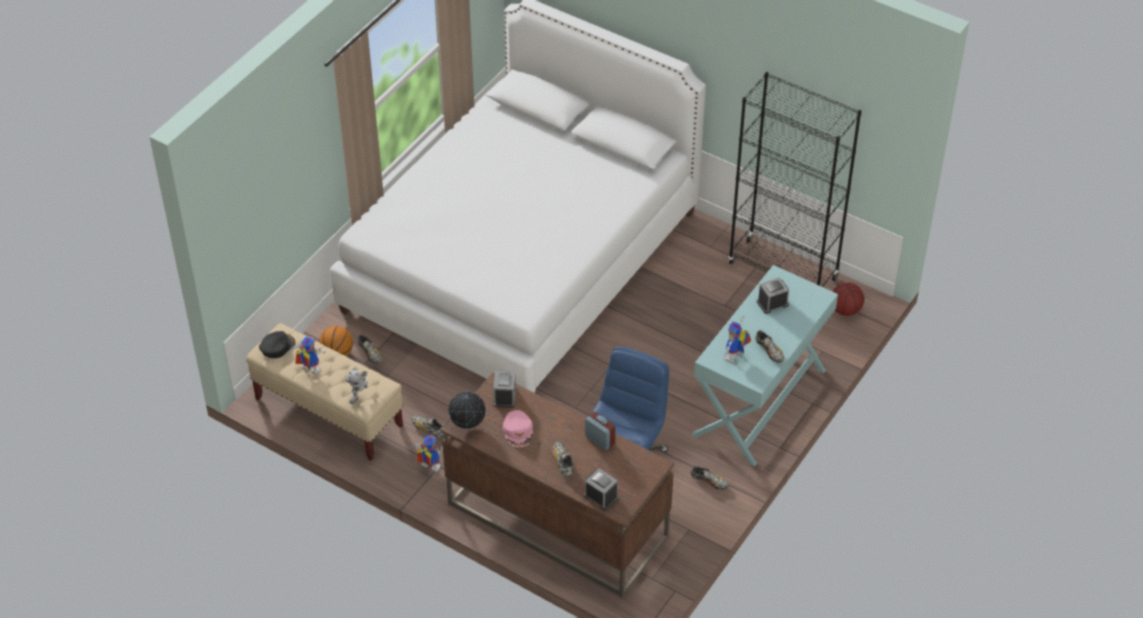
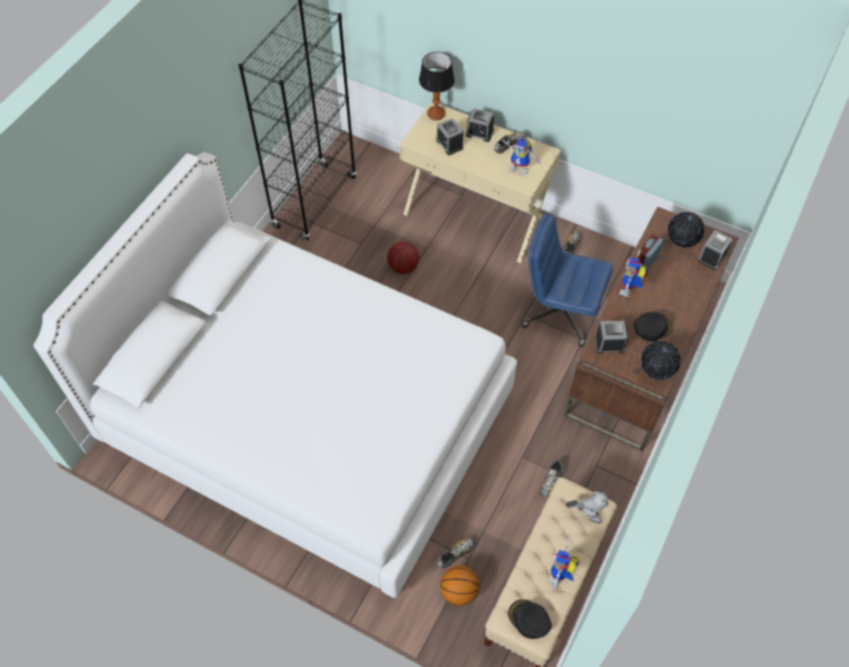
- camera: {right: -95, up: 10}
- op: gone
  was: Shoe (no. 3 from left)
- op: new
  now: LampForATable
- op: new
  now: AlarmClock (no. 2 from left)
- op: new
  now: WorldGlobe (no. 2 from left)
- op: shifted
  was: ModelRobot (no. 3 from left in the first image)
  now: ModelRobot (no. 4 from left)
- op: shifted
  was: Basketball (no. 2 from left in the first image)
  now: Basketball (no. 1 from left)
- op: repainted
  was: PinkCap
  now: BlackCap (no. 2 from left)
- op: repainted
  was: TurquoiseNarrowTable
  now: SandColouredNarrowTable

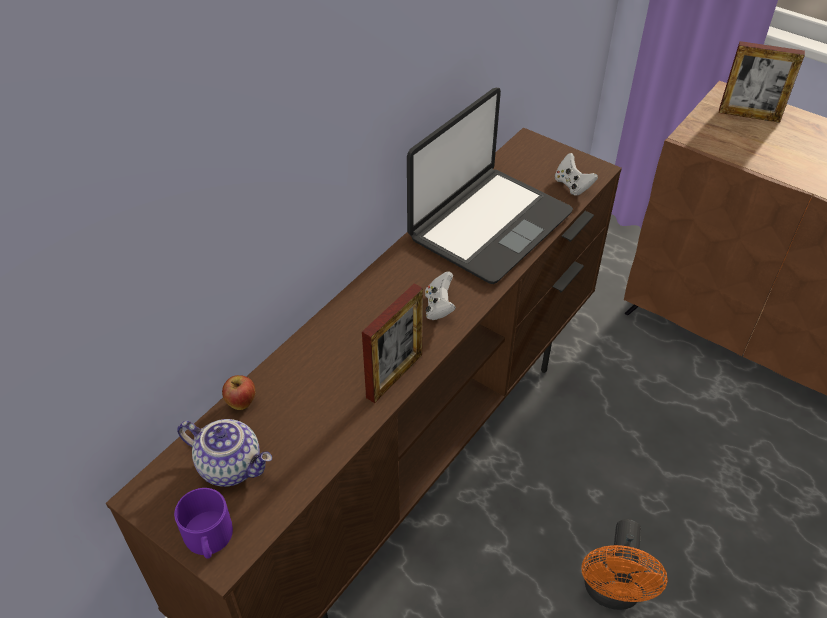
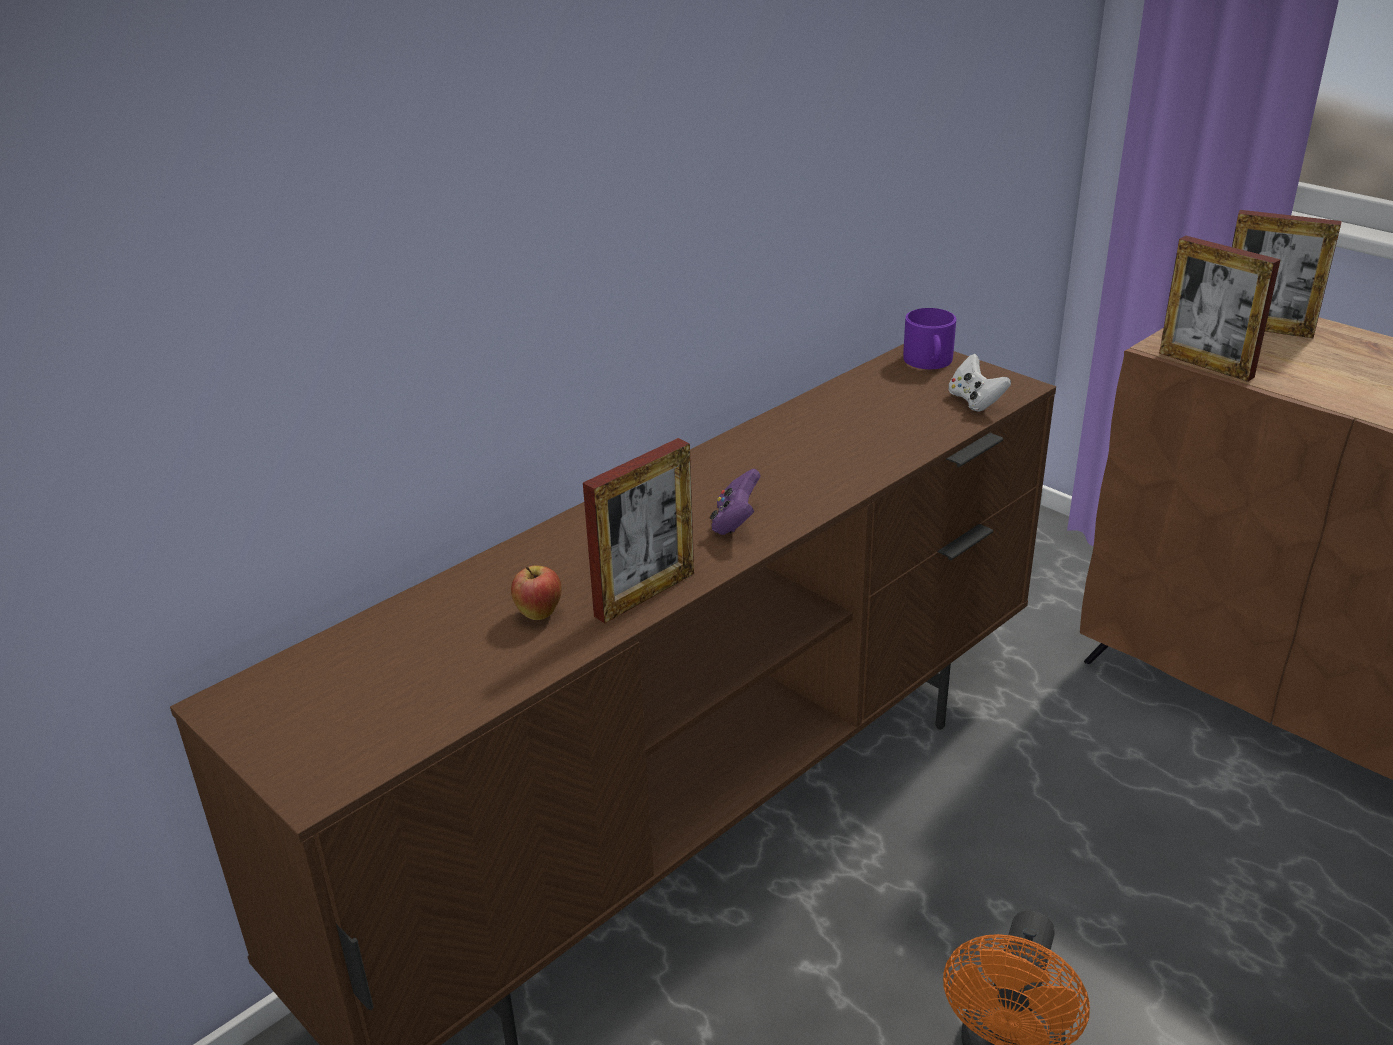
- camera: {right: 10, up: -15}
- op: gone
  was: PotForTea
- op: gone
  was: Laptop
- op: new
  now: PhotoFrame (no. 2 from left)
- op: shifted
  was: PurpleCoffeeMug
- op: shifted
  was: AppleFruit
- op: repainted
  was: WhitishGamepad (no. 1 from left)
  now: PurpleGamepad

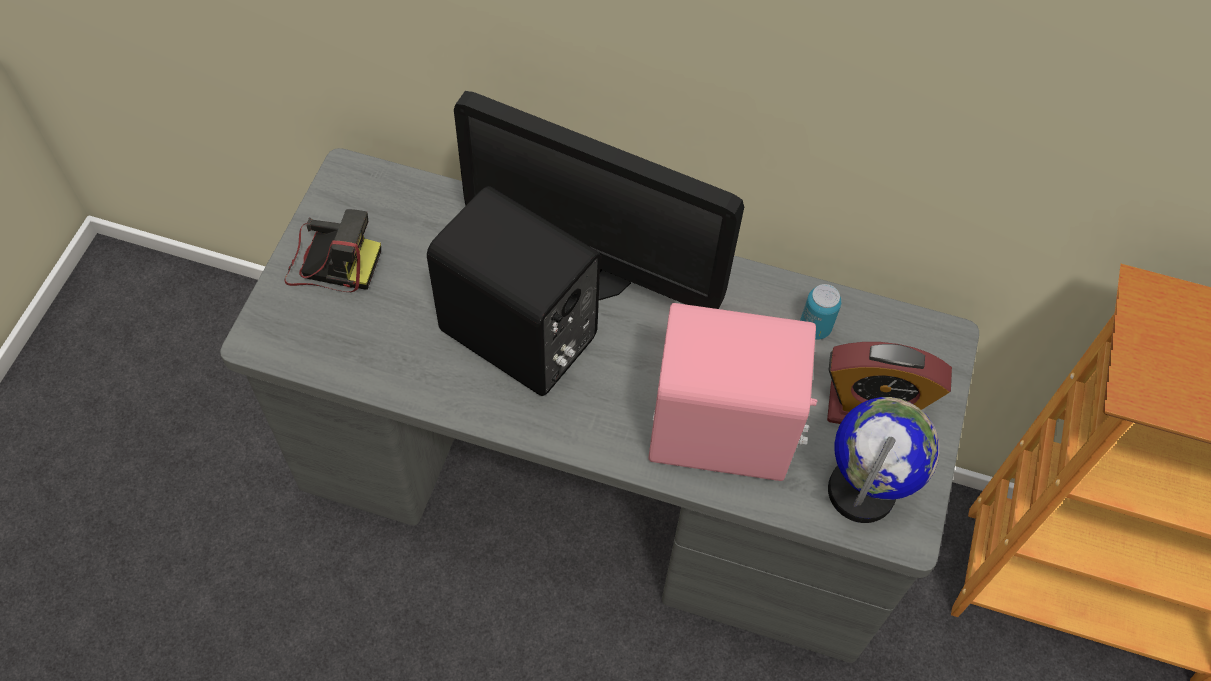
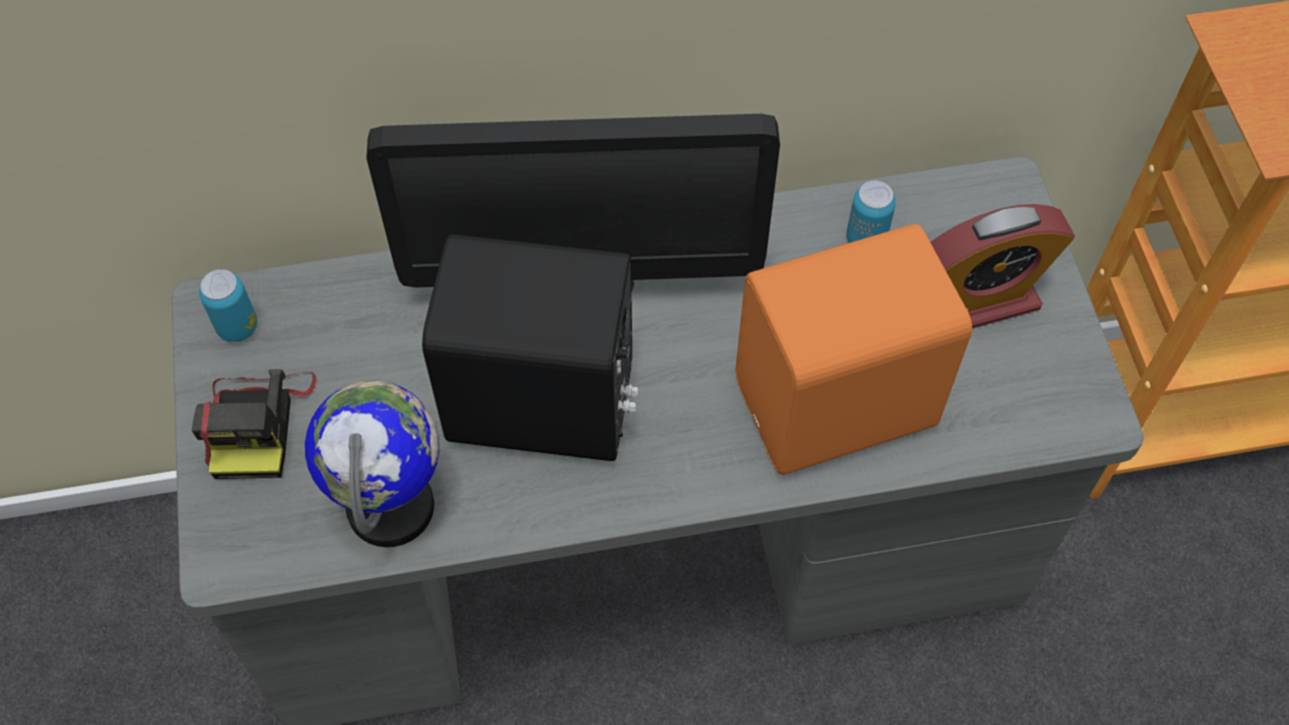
- camera: {right: -25, up: 0}
- op: new
  now: SealedCan (no. 1 from left)
- op: shifted
  was: WorldGlobe
- op: repainted
  was: PinkLoudspeaker
  now: OrangeColouredLoudspeaker
- op: rotated
  was: StillCamera
  clockwise: 105

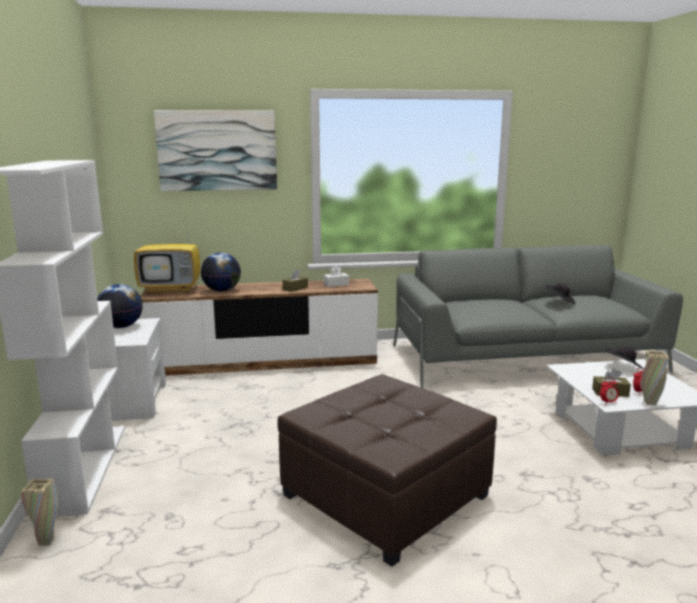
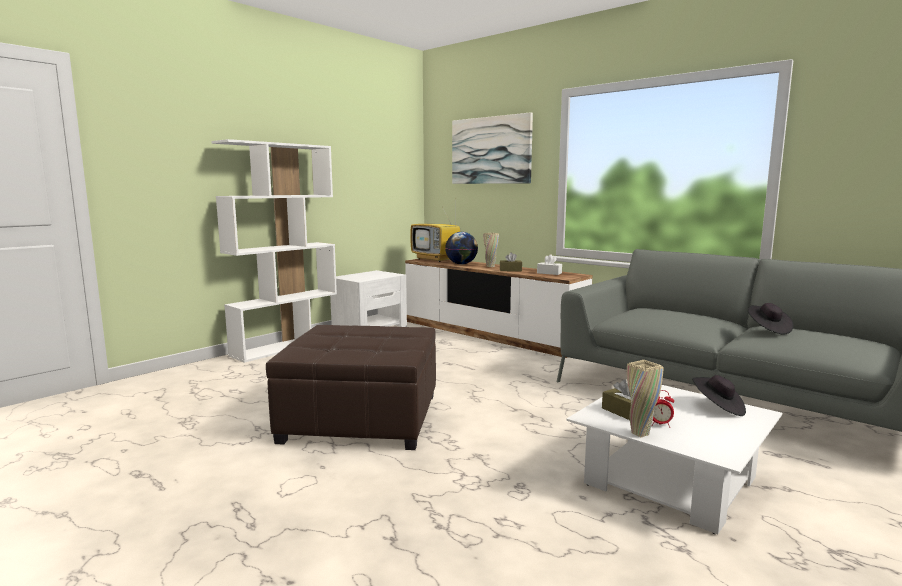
- camera: {right: 50, up: -5}
- op: gone
  was: WorldGlobe (no. 1 from left)
- op: gone
  was: AlarmClock (no. 1 from left)
- op: shifted
  was: SandColouredFlowerVase (no. 1 from left)

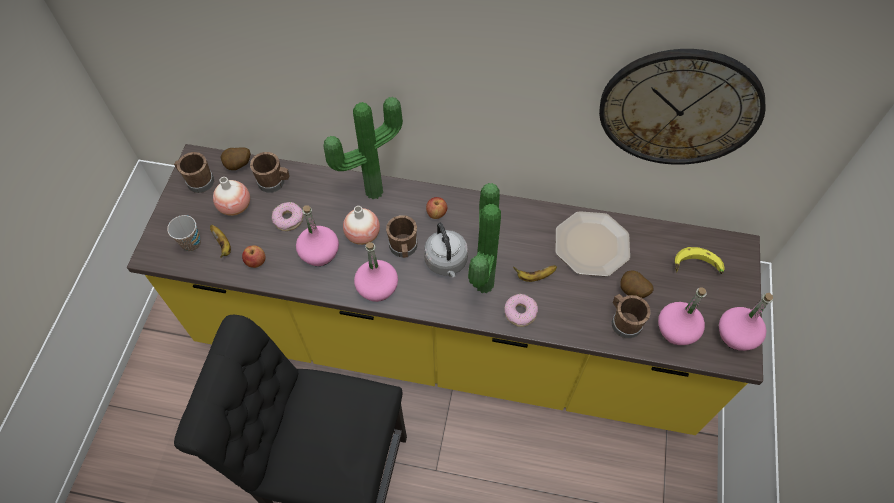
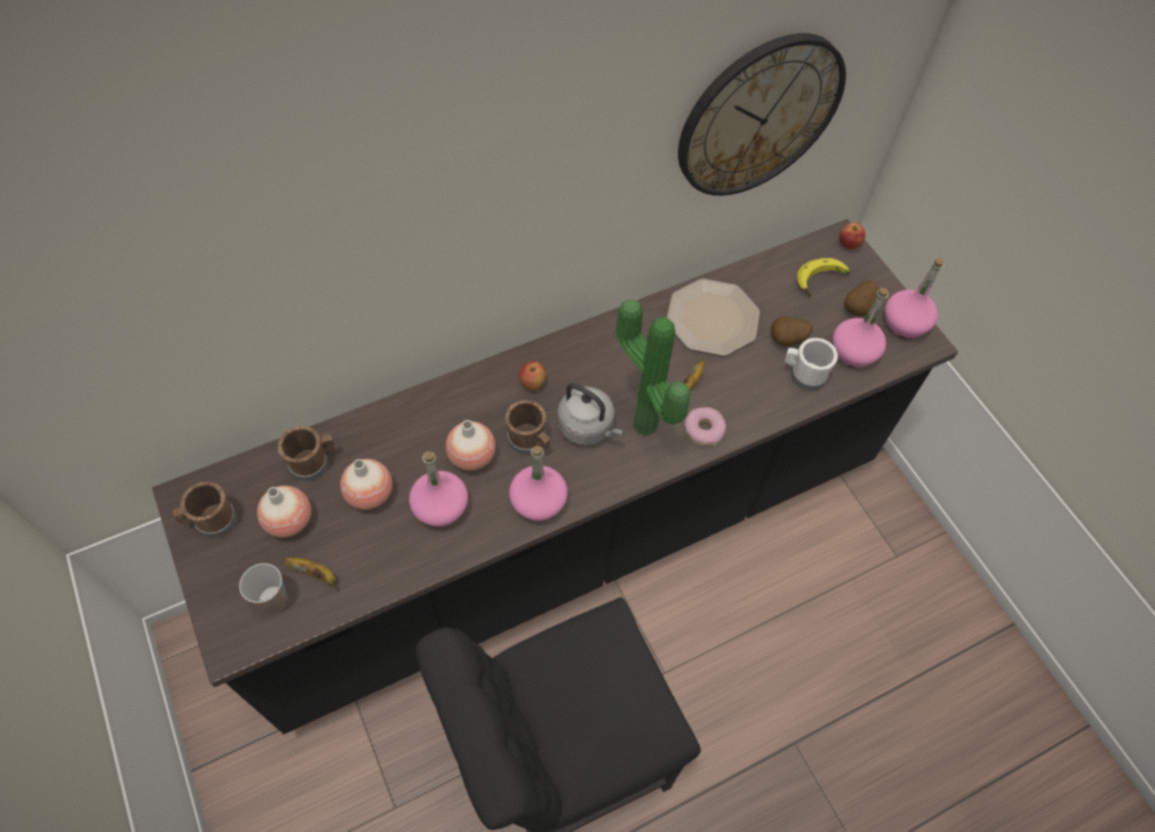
- camera: {right: -40, up: 0}
- op: gone
  was: Houseplant (no. 1 from left)
- op: shifted
  was: Spud (no. 1 from left in the first image)
  now: Spud (no. 2 from left)
- op: shifted
  was: AppleFruit (no. 1 from left in the first image)
  now: AppleFruit (no. 2 from left)
- op: swapped
  was: Donut (no. 1 from left)
  now: FlowerVase (no. 2 from left)
- op: repainted
  was: YellowishKitchenCounter
  now: BlackKitchenCounter
- op: repainted
  was: BrownishCoffeeMug (no. 4 from left)
  now: WhitishCoffeeMug

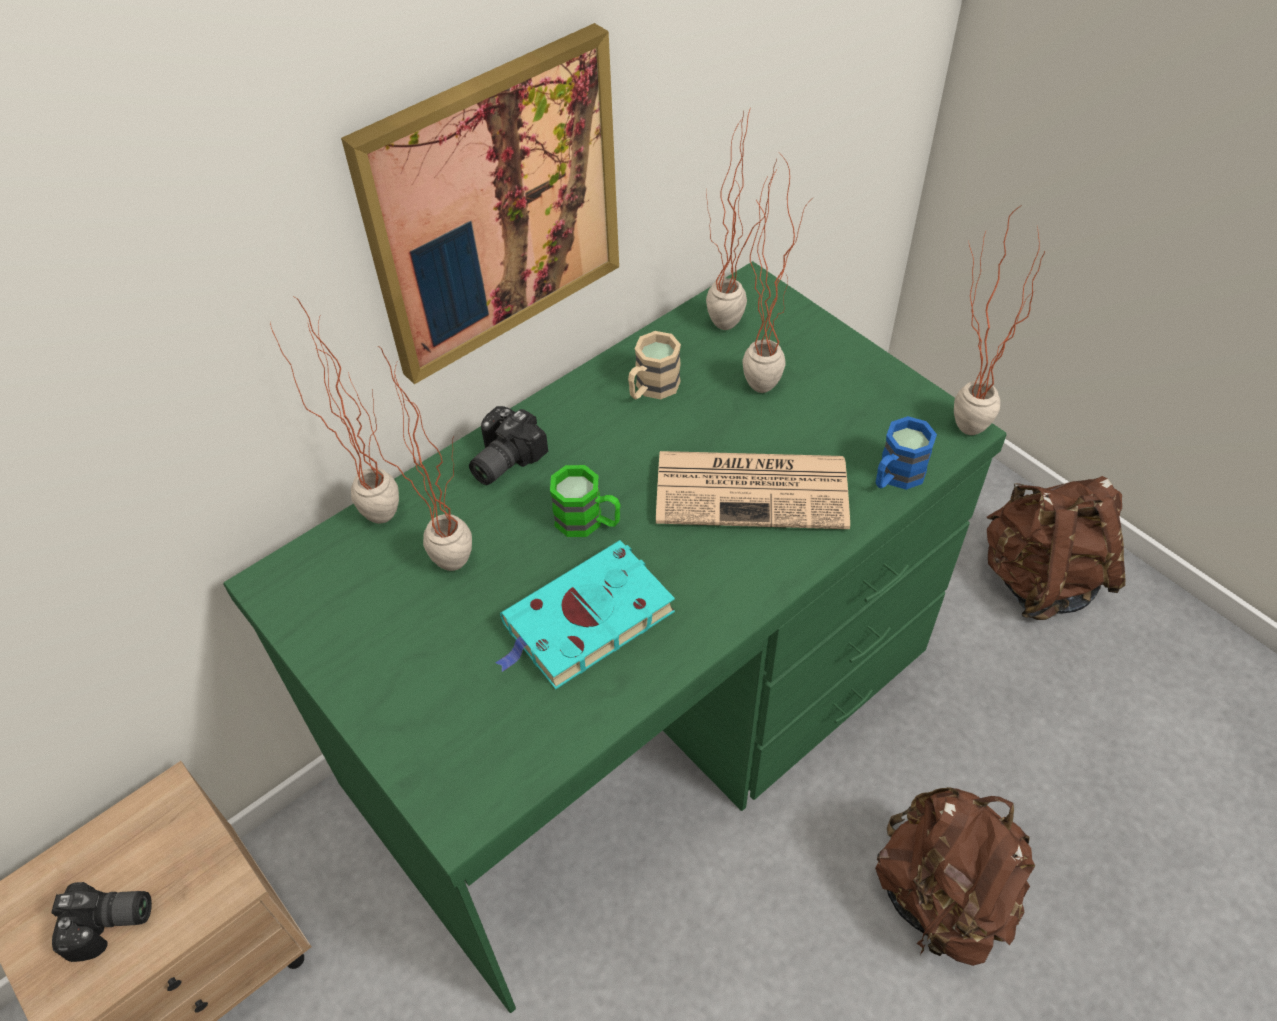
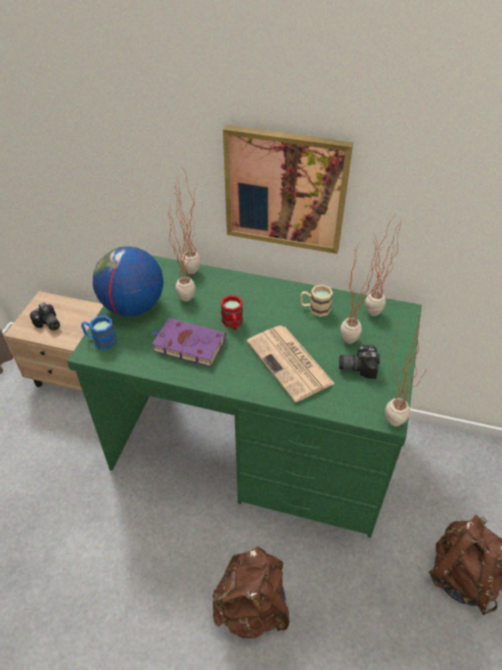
- camera: {right: 55, up: -5}
- op: new
  now: WorldGlobe
- op: shifted
  was: StillCamera (no. 2 from left)
- op: shifted
  was: BlueCoffeeMug
- op: repainted
  was: TurquoiseBoundBook
  now: PurpleBoundBook
- op: repainted
  was: GreenColouredCoffeeMug
  now: ReddishCoffeeMug

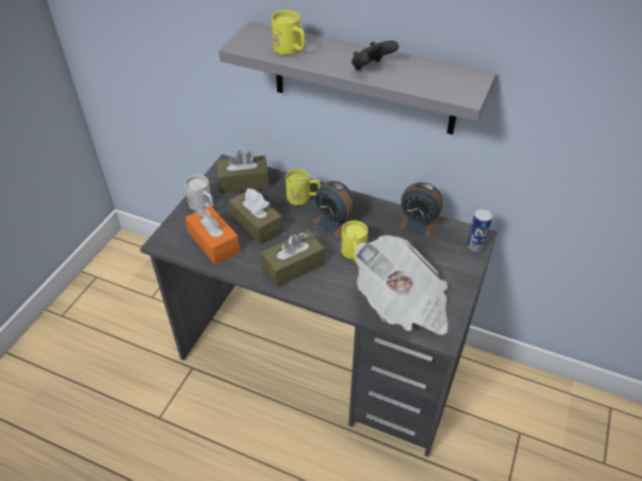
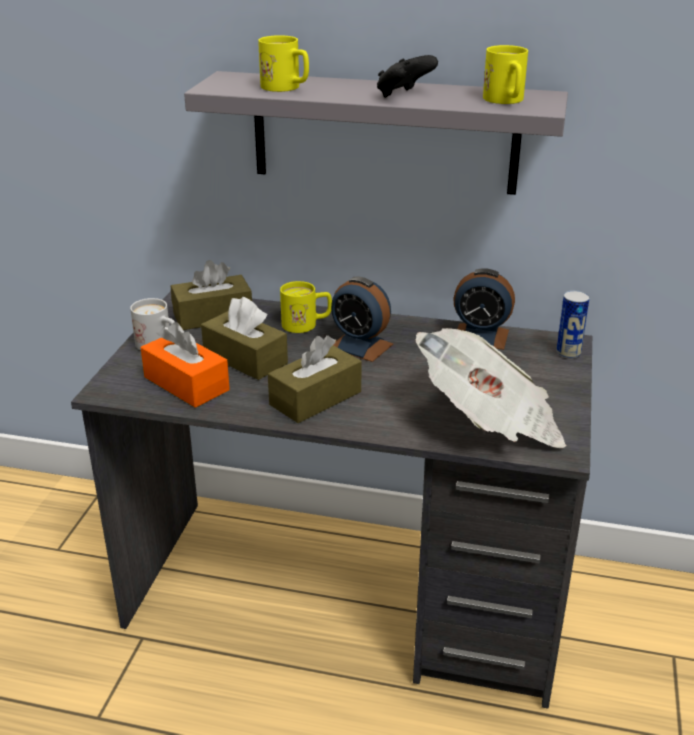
- camera: {right: -10, up: -15}
- op: shifted
  was: YellowishCoffeeMug (no. 3 from left)

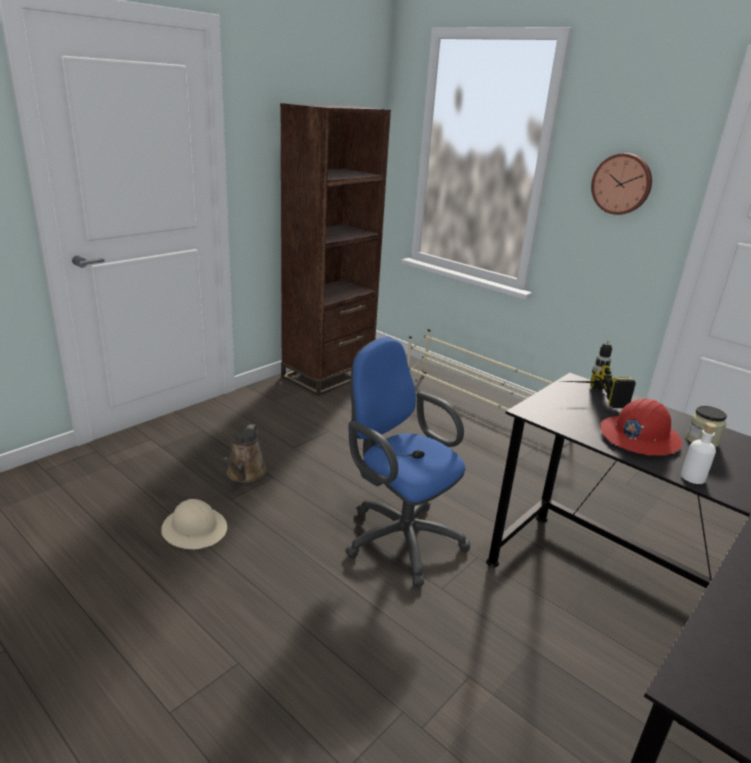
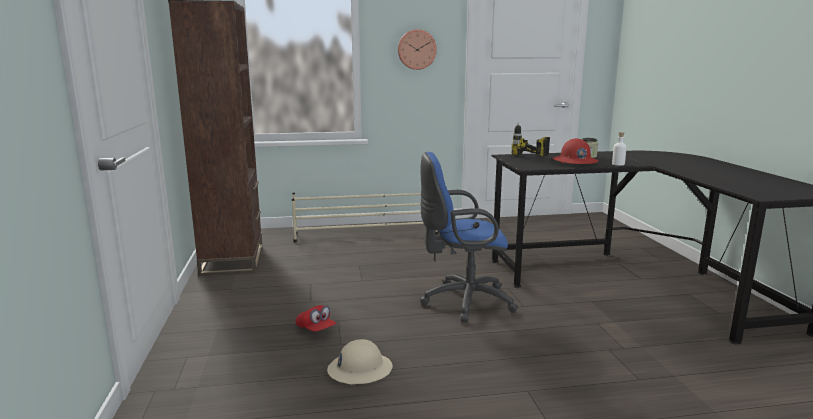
- camera: {right: -50, up: -10}
- op: swapped
  was: BrownishWateringPot
  now: ReddishCap

